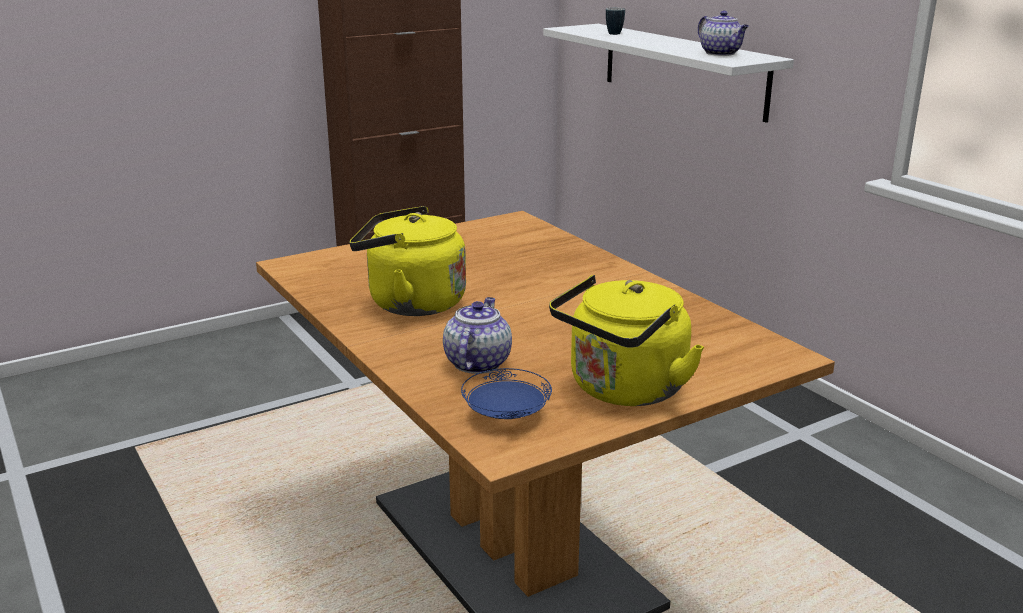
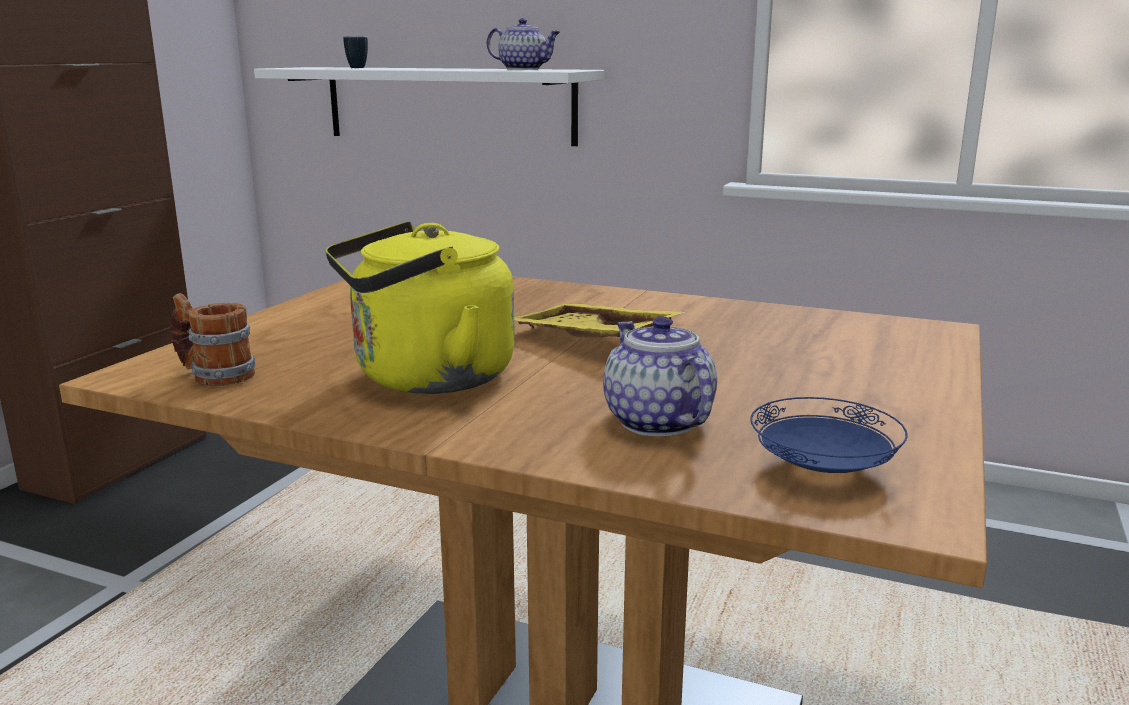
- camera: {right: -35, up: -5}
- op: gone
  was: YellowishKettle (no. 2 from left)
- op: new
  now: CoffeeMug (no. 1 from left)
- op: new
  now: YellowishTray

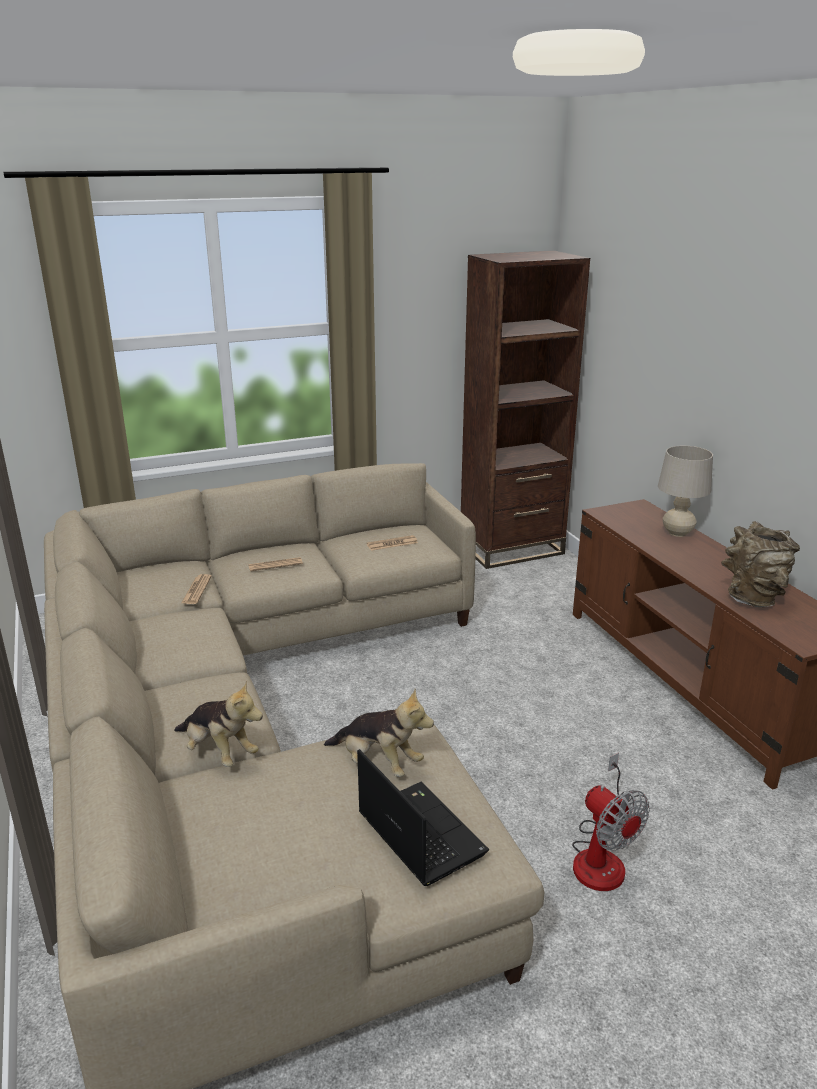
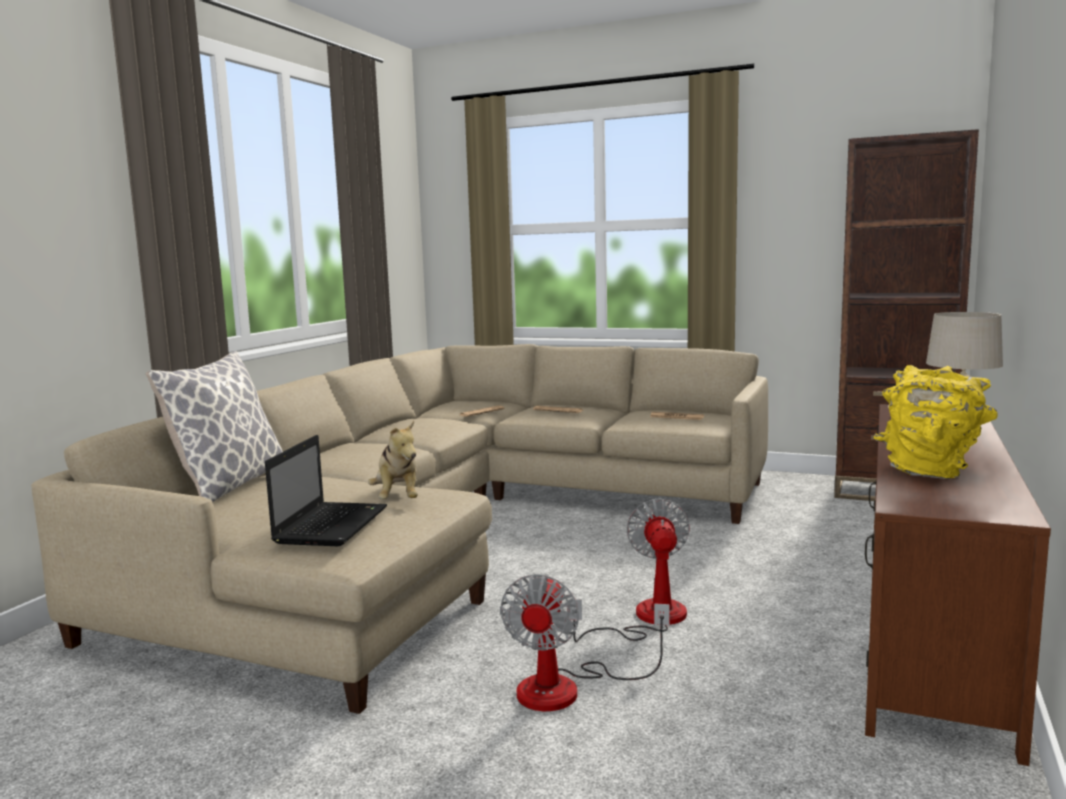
- camera: {right: 45, up: -15}
- op: gone
  was: PlushToy (no. 1 from left)
- op: new
  now: ThrowPillow
- op: new
  now: ElectricFan (no. 2 from left)
- op: repainted
  was: BrownishFlowerVase
  now: YellowishFlowerVase

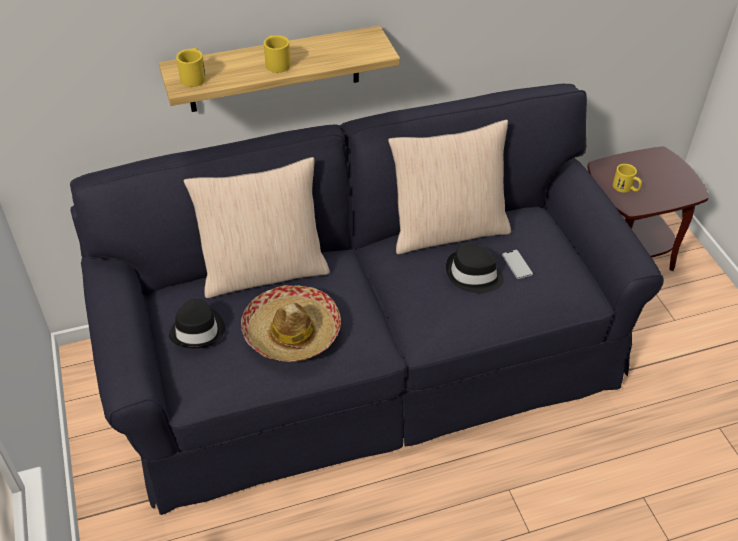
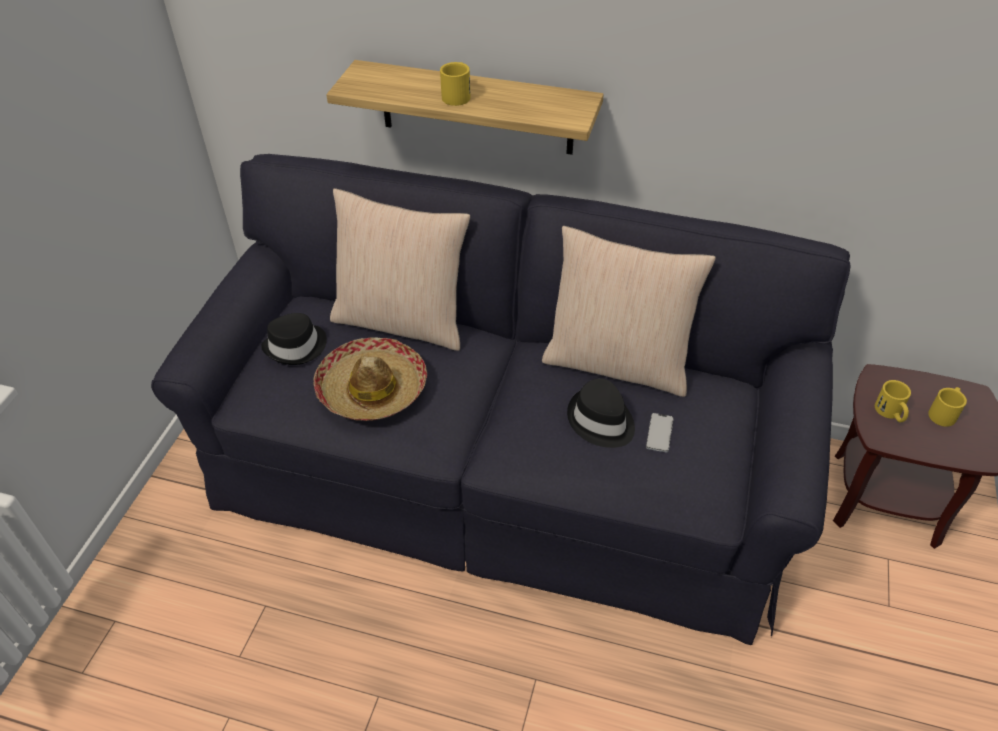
- camera: {right: 35, up: 0}
- op: shifted
  was: YellowishCoffeeMug (no. 1 from left in the first image)
  now: YellowishCoffeeMug (no. 3 from left)

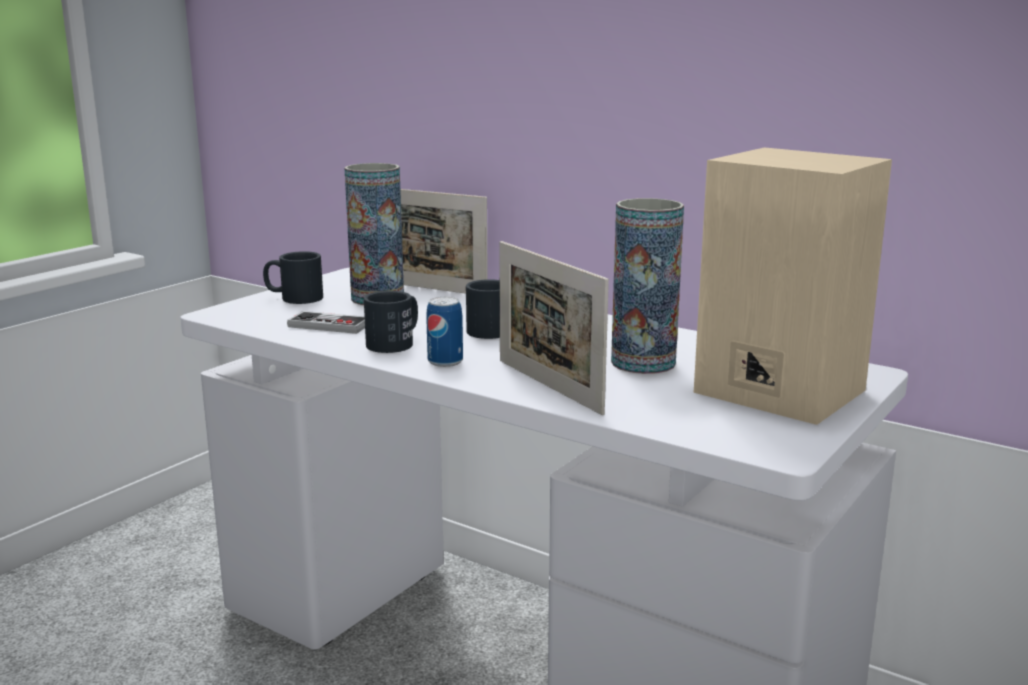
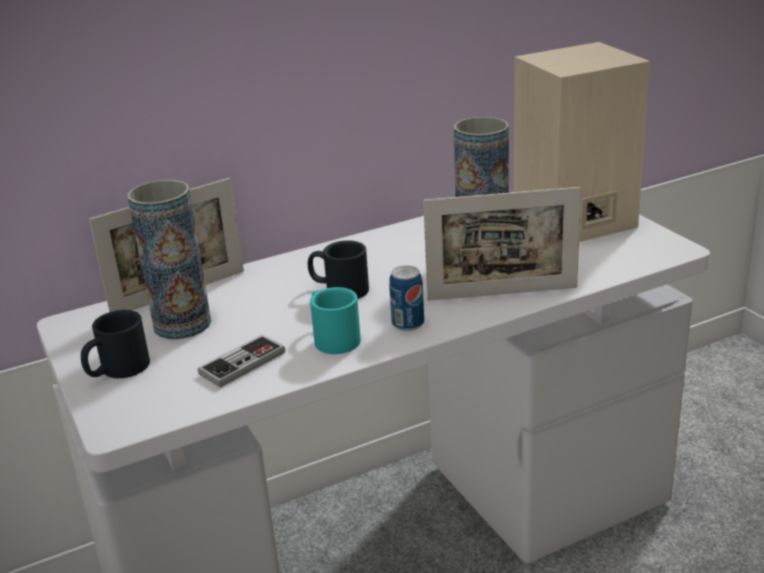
- camera: {right: -60, up: 10}
- op: repainted
  was: BlackCoffeeMug (no. 2 from left)
  now: TurquoiseCoffeeMug

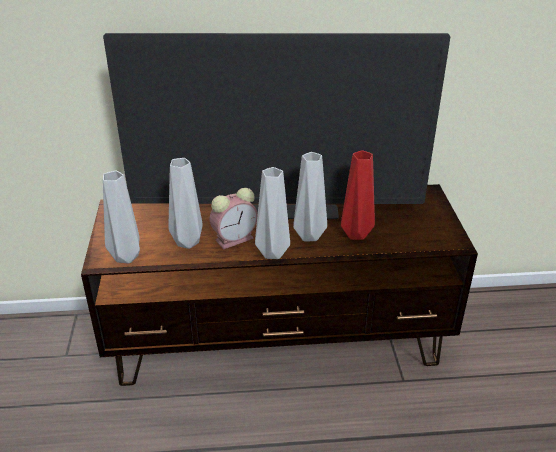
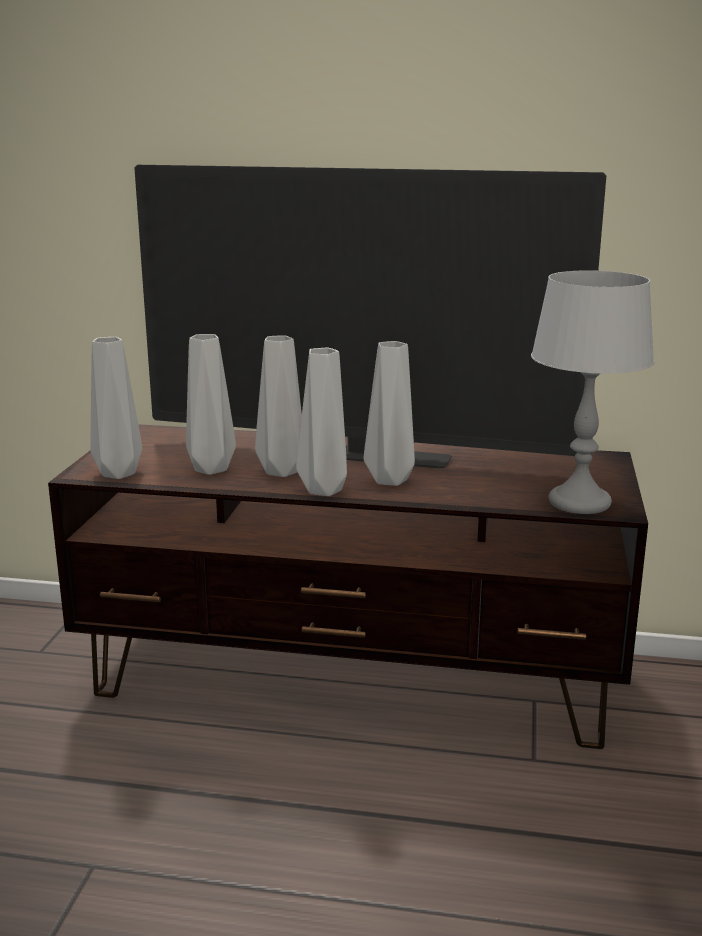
- camera: {right: 15, up: -15}
- op: gone
  was: ReddishFlowerVase
- op: new
  now: GreyishLampForATable
- op: swapped
  was: AlarmClock
  now: GreyishFlowerVase (no. 3 from left)

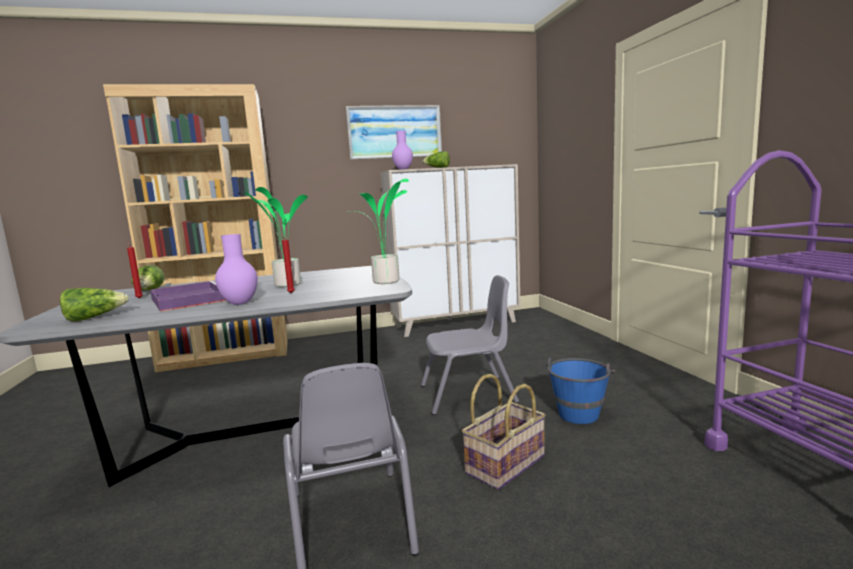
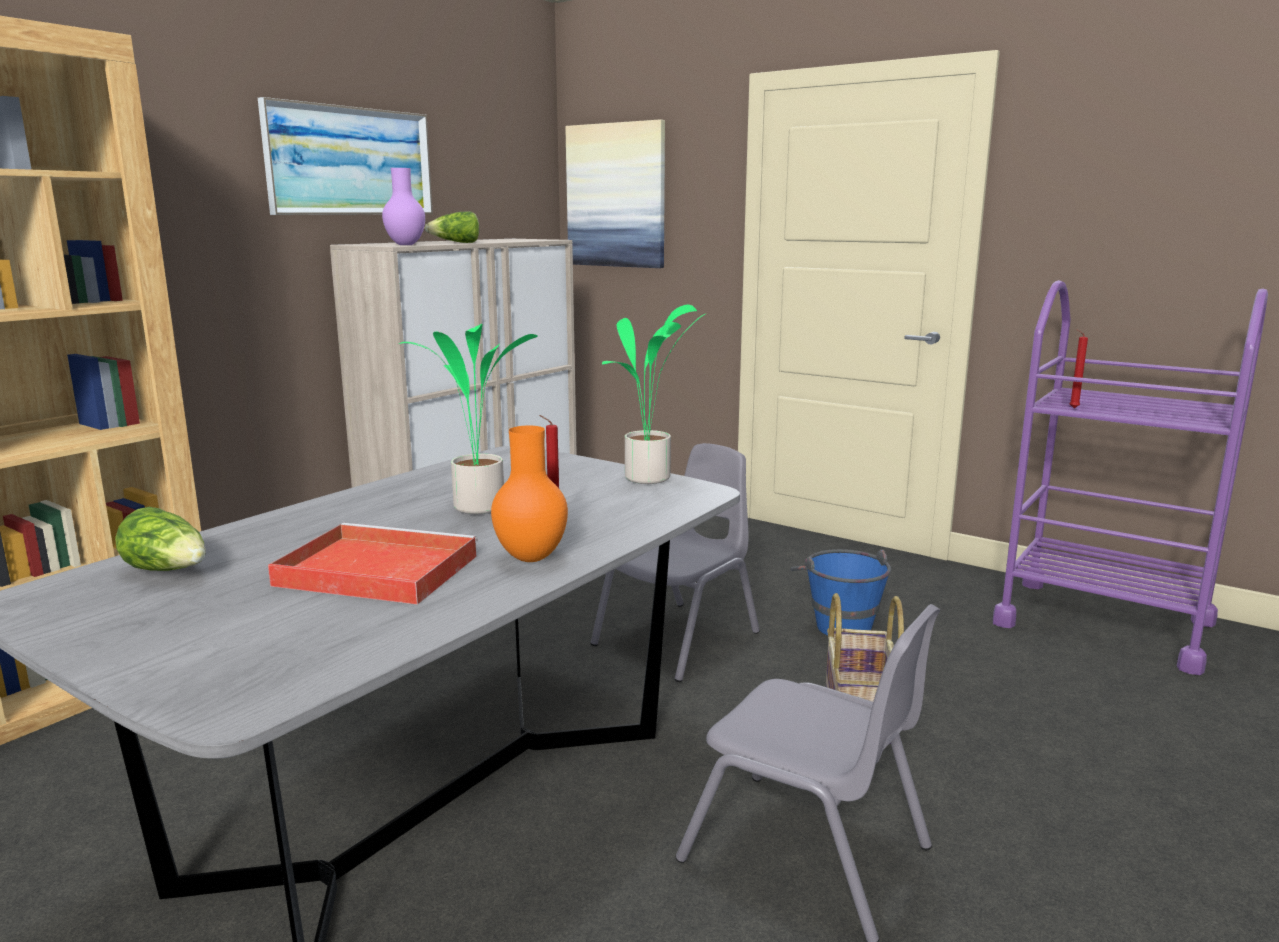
- camera: {right: -40, up: 5}
- op: gone
  was: Lettuce (no. 1 from left)
- op: new
  now: WallPicture (no. 2 from left)
- op: shifted
  was: ReddishCandle (no. 1 from left in the first image)
  now: ReddishCandle (no. 2 from left)
- op: repainted
  was: PurpleTray
  now: ReddishTray
- op: repainted
  was: PurpleFlowerVase (no. 1 from left)
  now: OrangeColouredFlowerVase

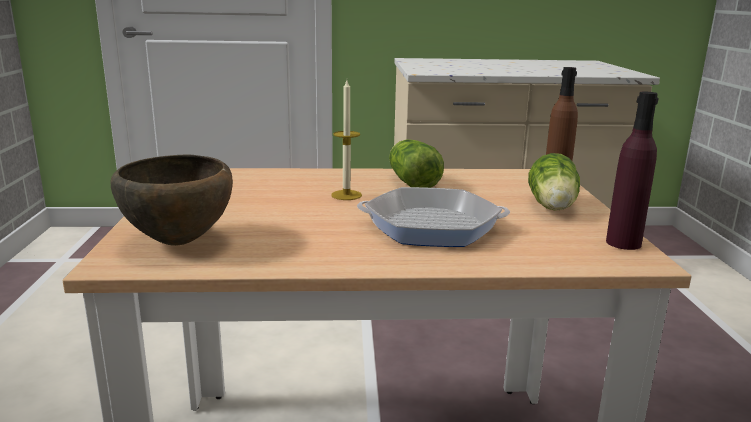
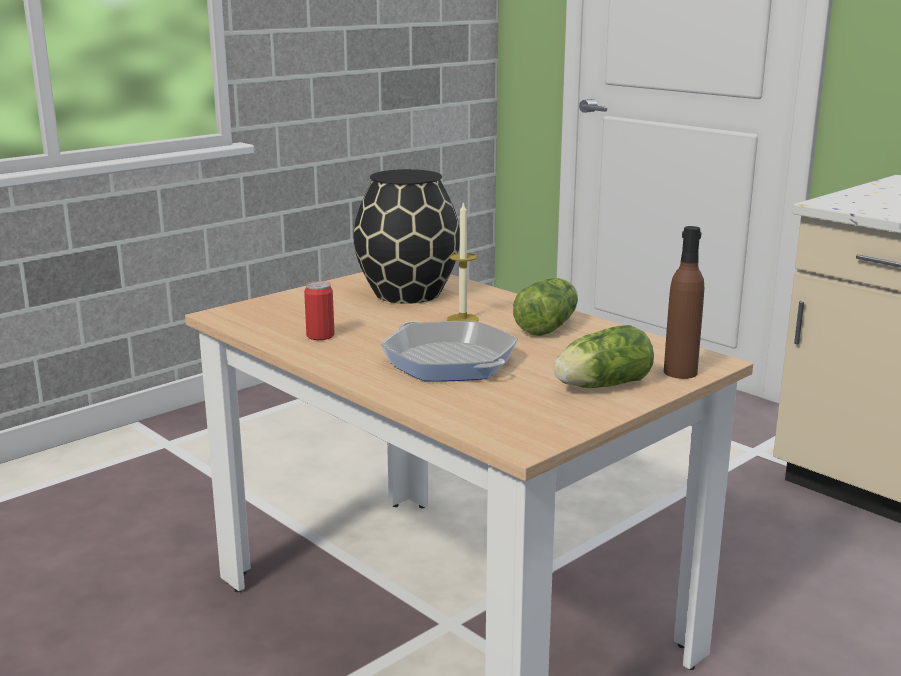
- camera: {right: 50, up: 0}
- op: gone
  was: BrownishServingBowl
- op: gone
  was: PurpleDrinkBottle
- op: new
  now: SealedCan
- op: new
  now: BlackFlowerVase

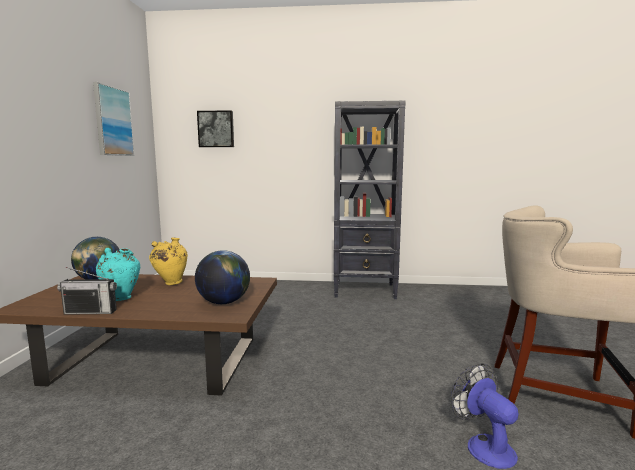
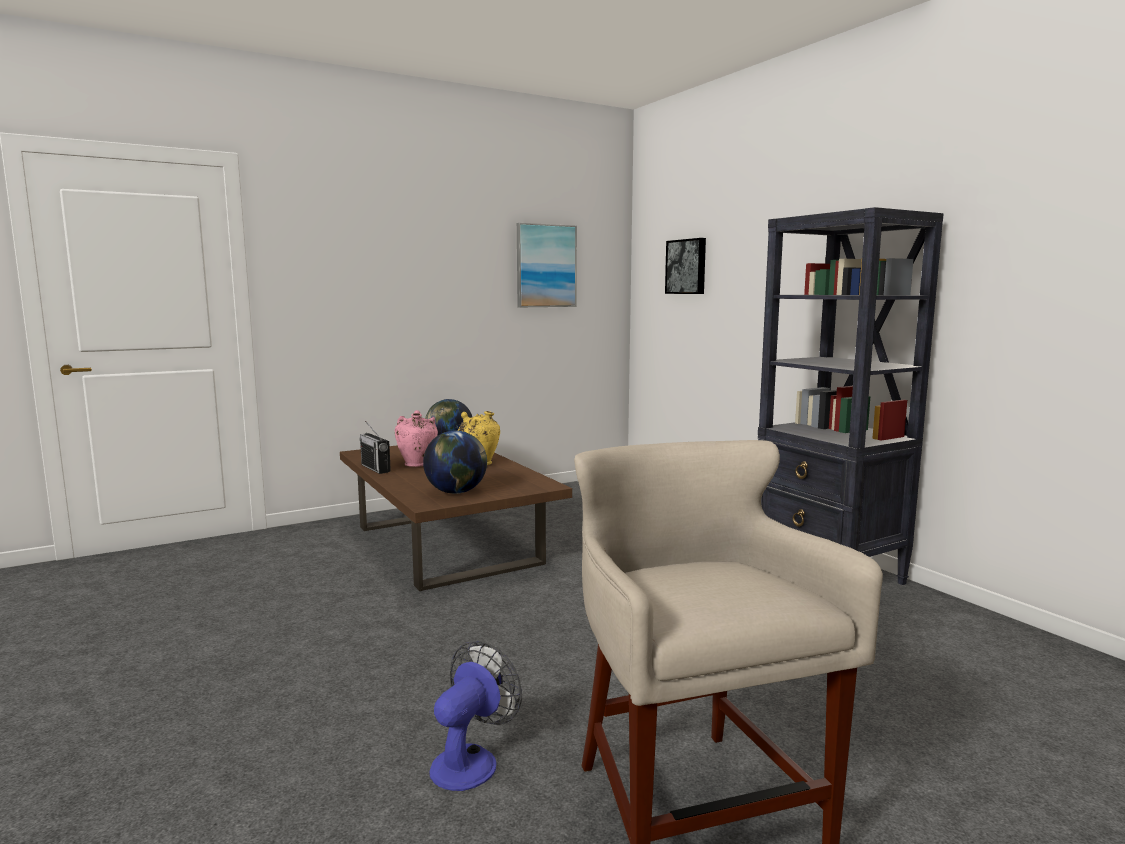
- camera: {right: 55, up: 0}
- op: repainted
  was: TurquoiseFlowerVase
  now: PinkFlowerVase

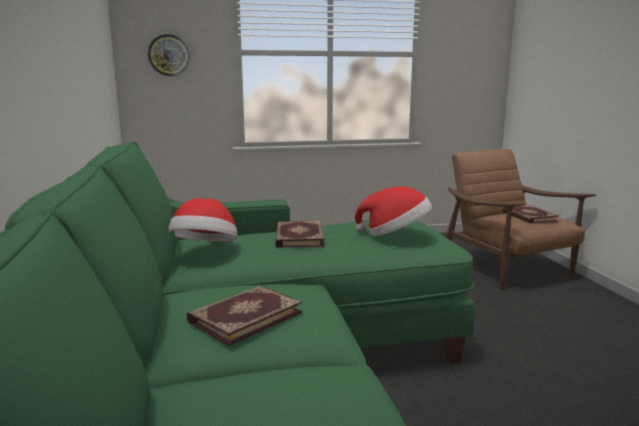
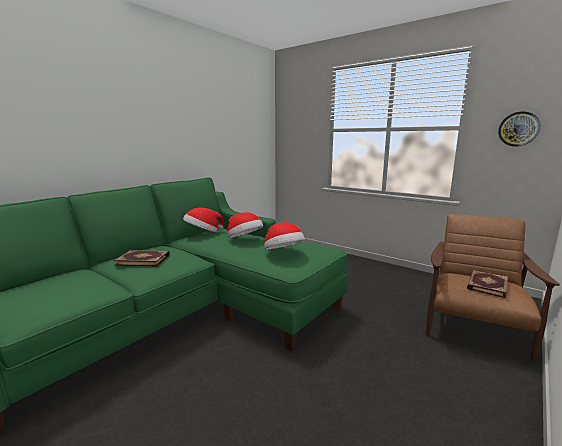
- camera: {right: 50, up: 0}
- op: shifted
  was: ClockOnTheWall
- op: swapped
  was: BoundBook (no. 2 from left)
  now: ClothingHat (no. 2 from left)

